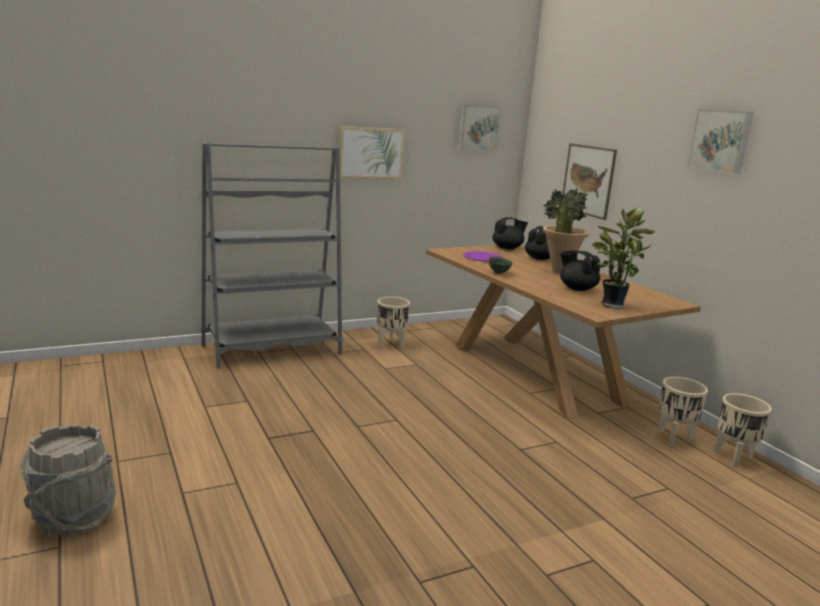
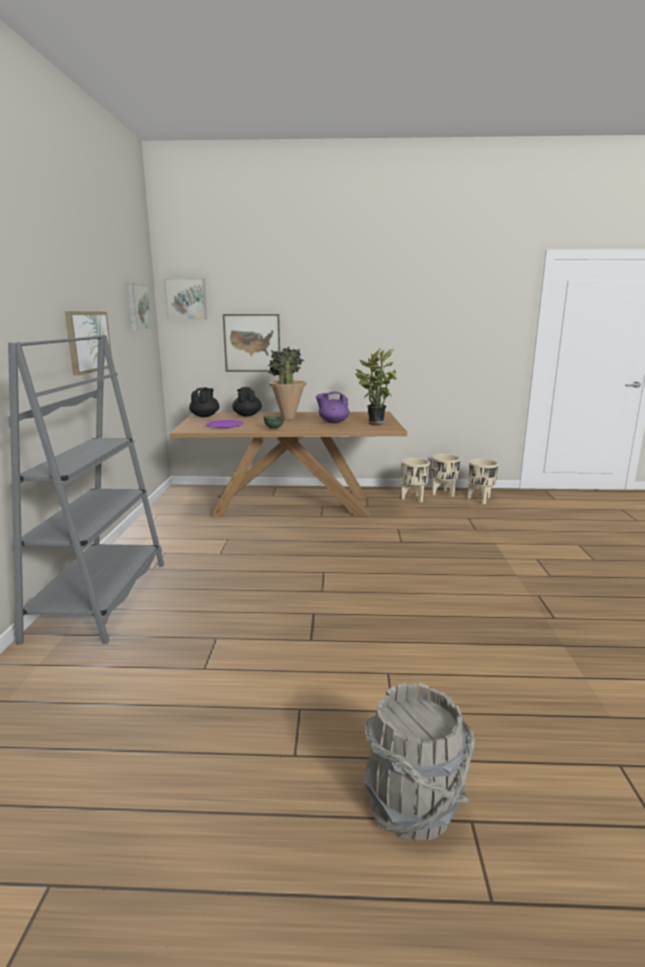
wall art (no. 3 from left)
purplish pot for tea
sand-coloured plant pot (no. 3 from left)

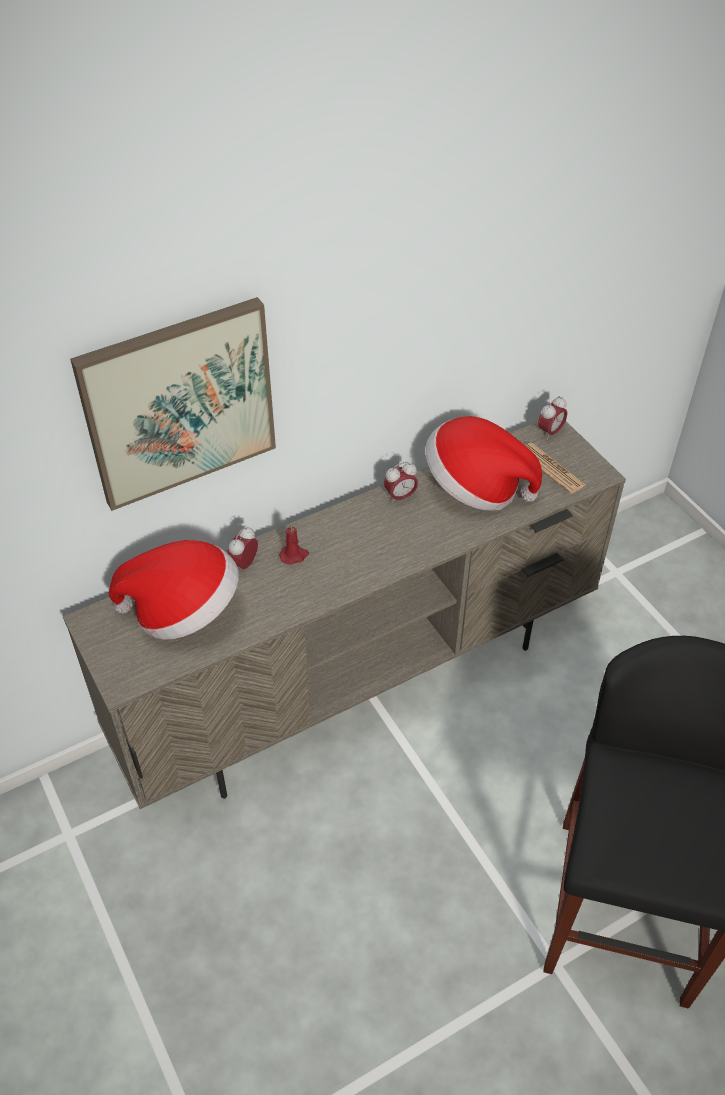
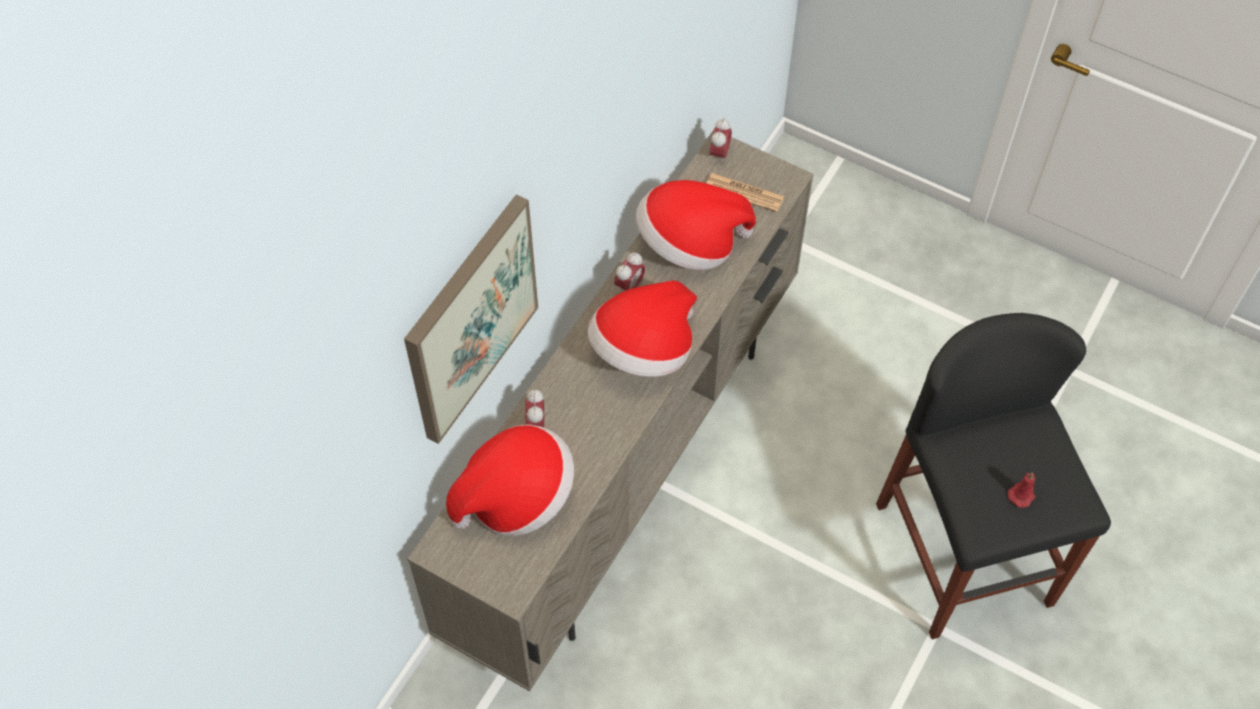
red candle
hat (no. 2 from left)

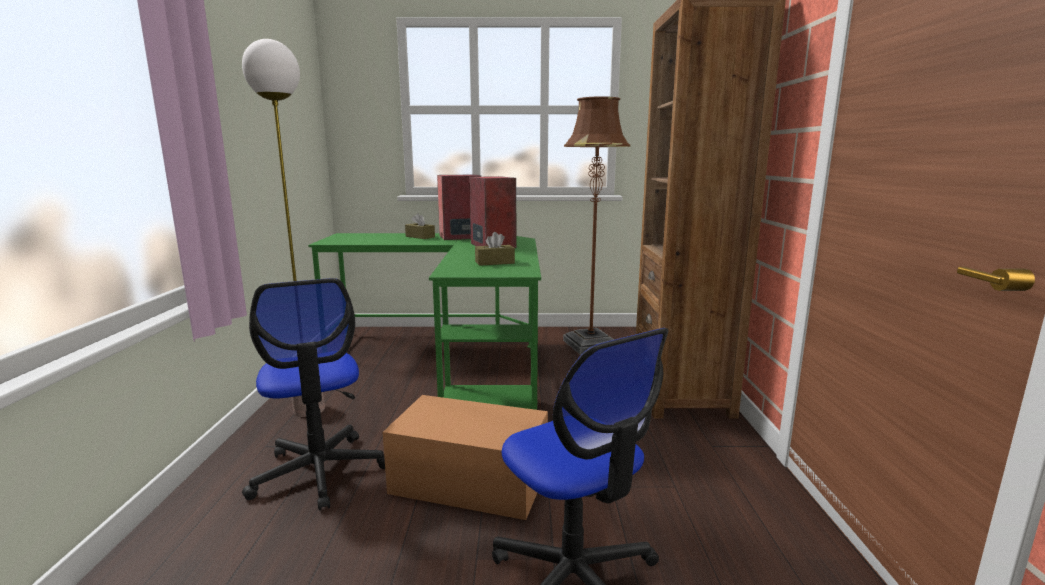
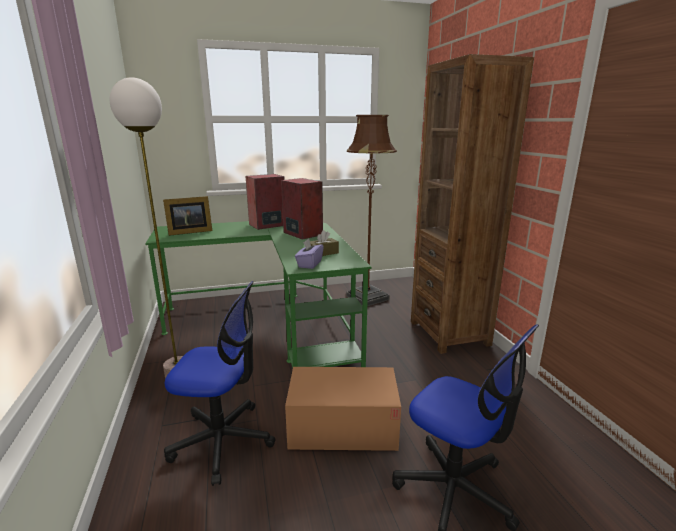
brownish tissue box (no. 1 from left in the first image)
computer chair (no. 1 from left)
photo frame
purplish tissue box

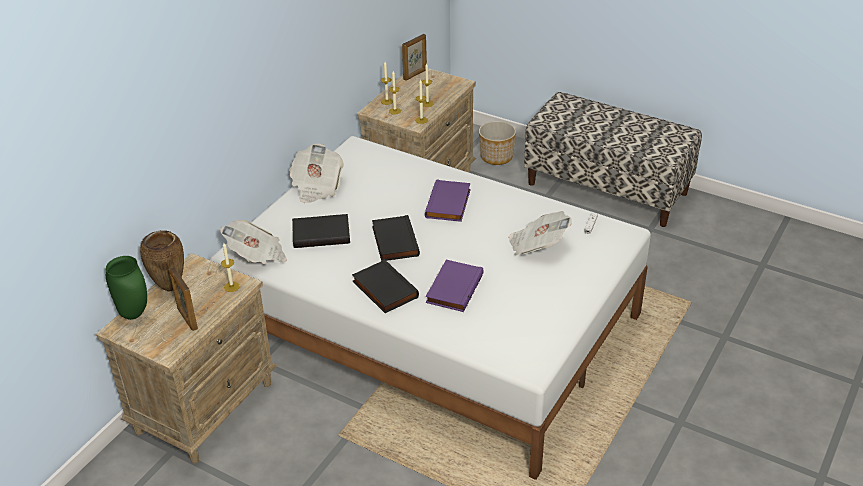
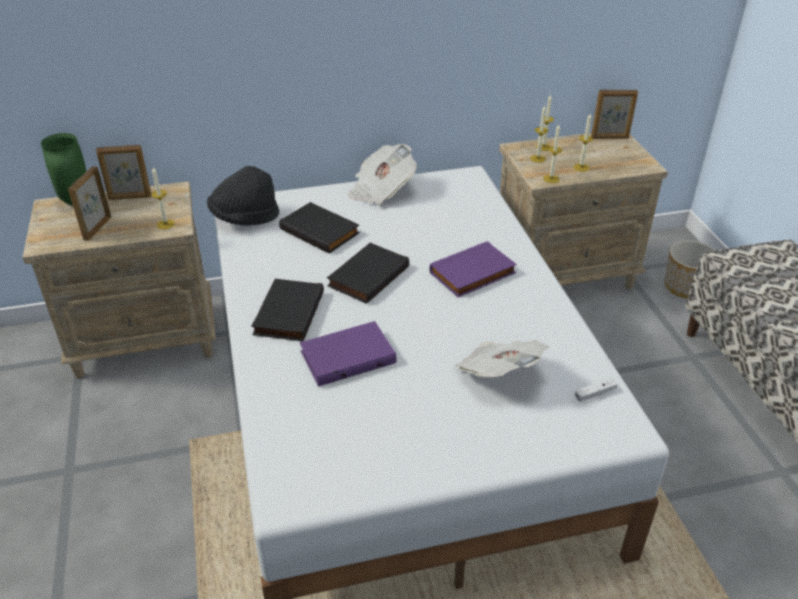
blackish hat
photo frame (no. 2 from left)

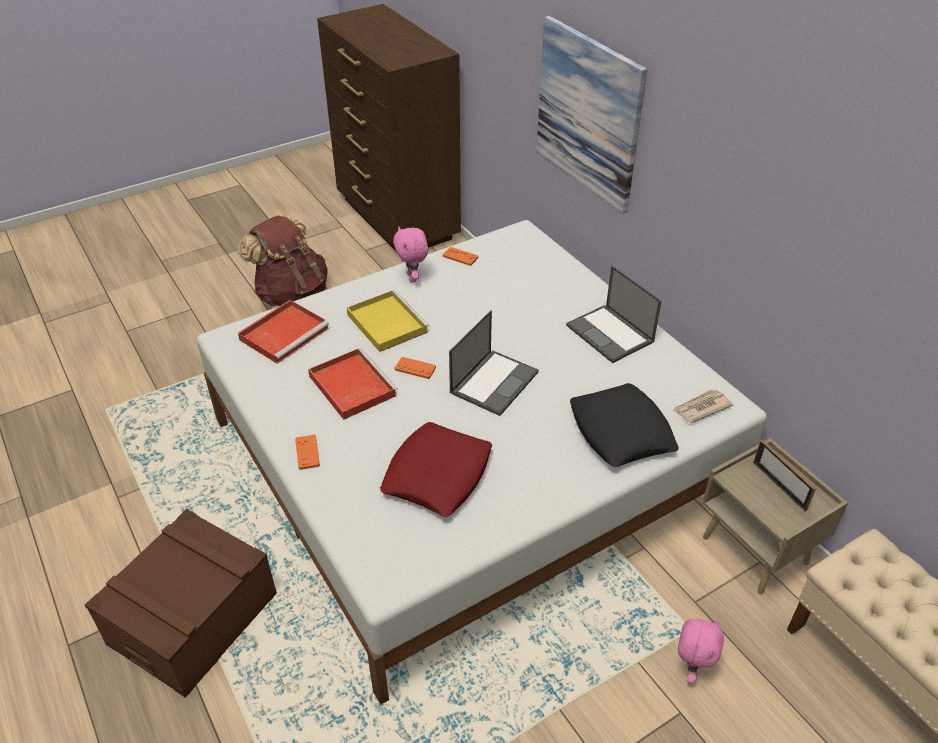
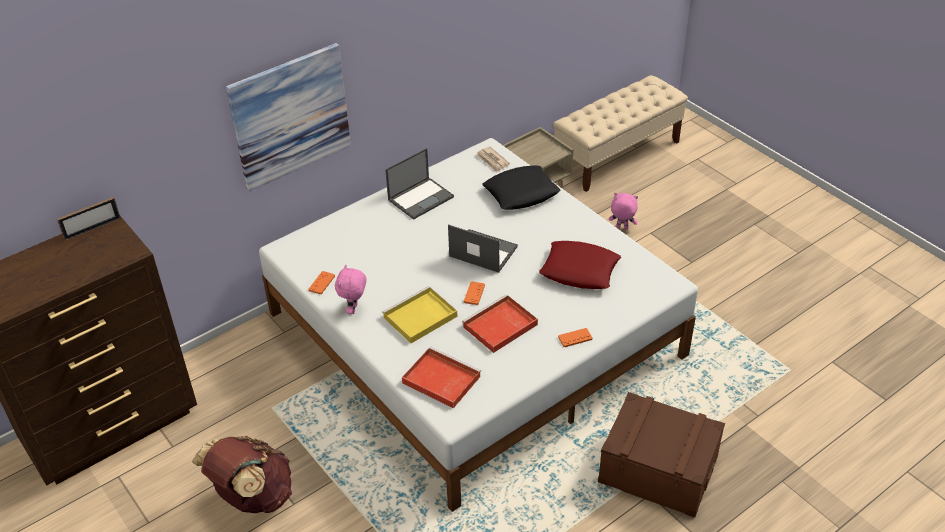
pink plush toy (no. 1 from left)
photo frame

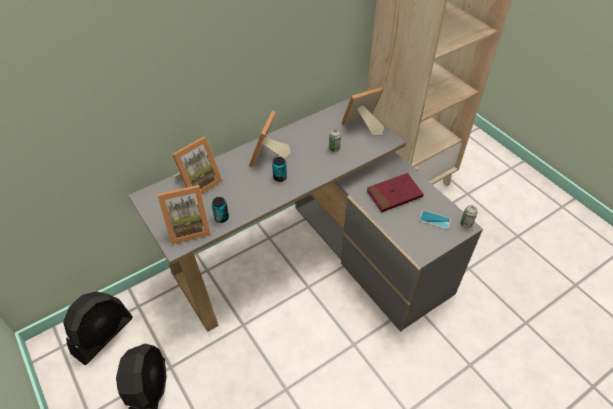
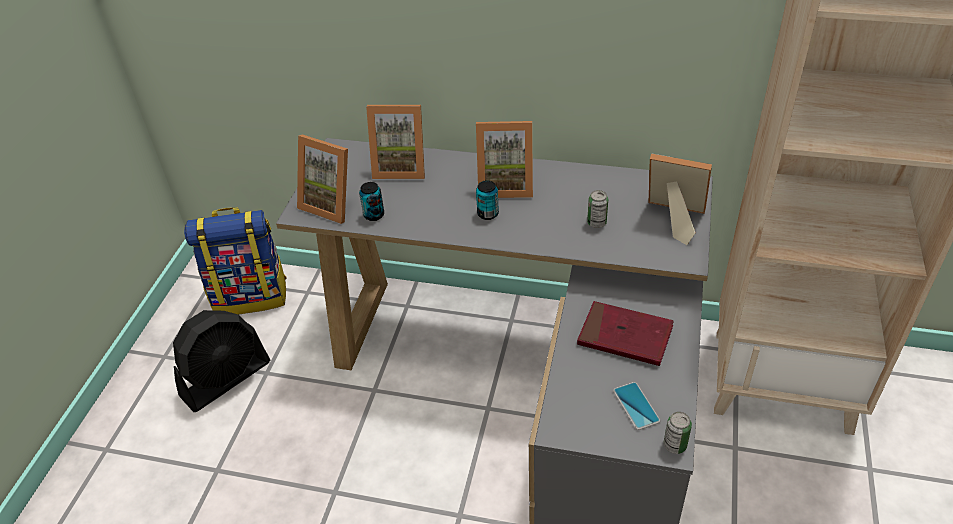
photo frame (no. 3 from left)
rucksack

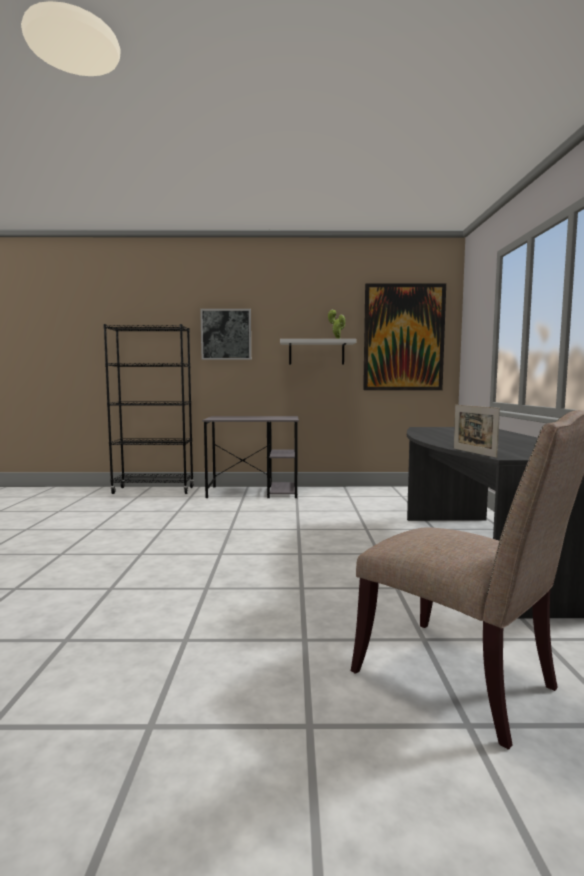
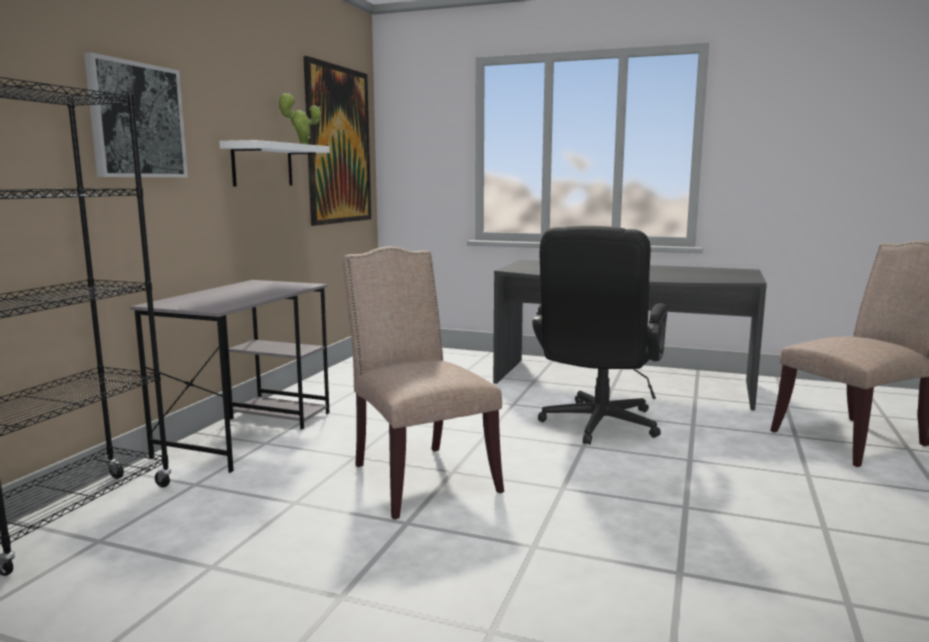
photo frame
blackish computer chair
sand-coloured chair (no. 1 from left)

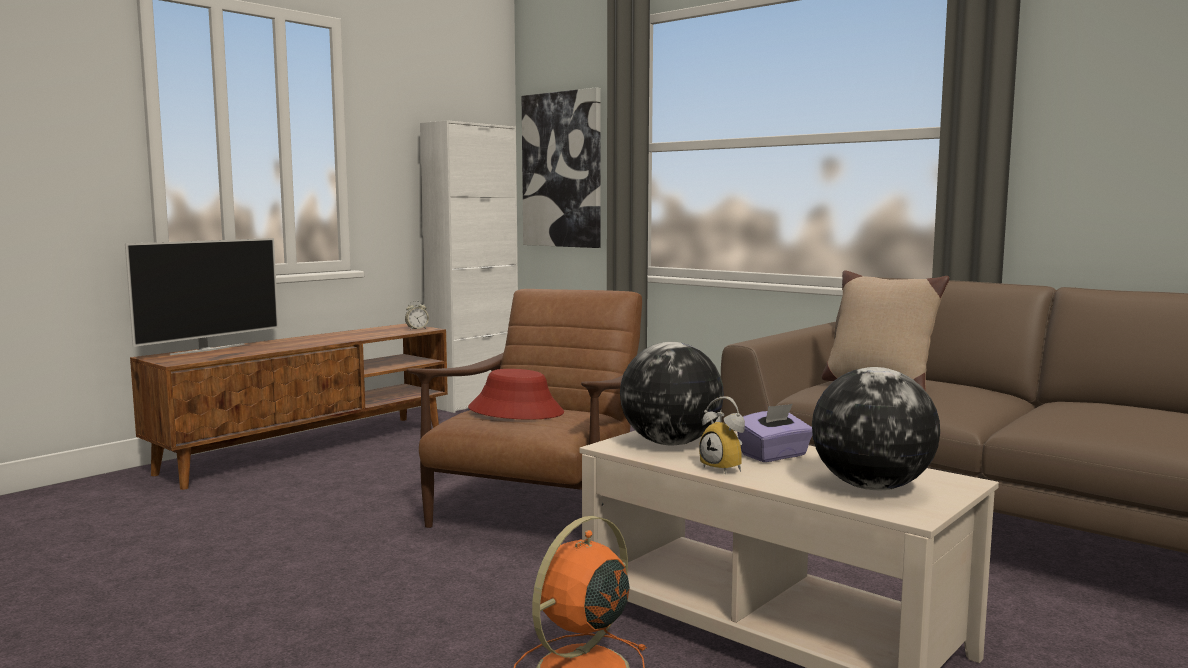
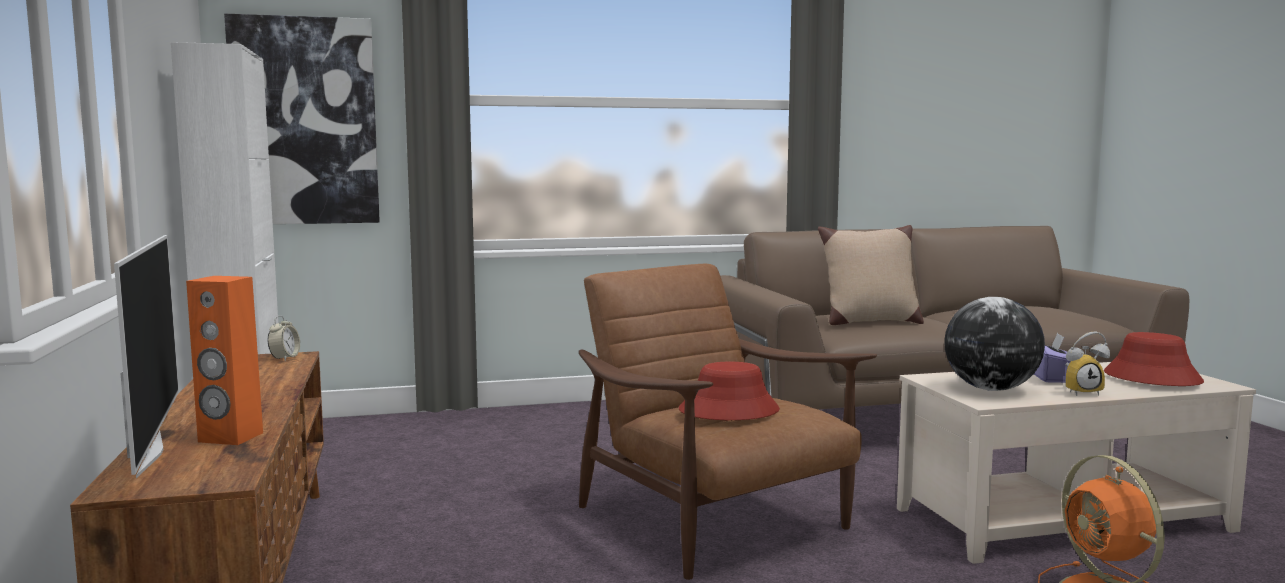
red hat (no. 2 from left)
orange audio speaker

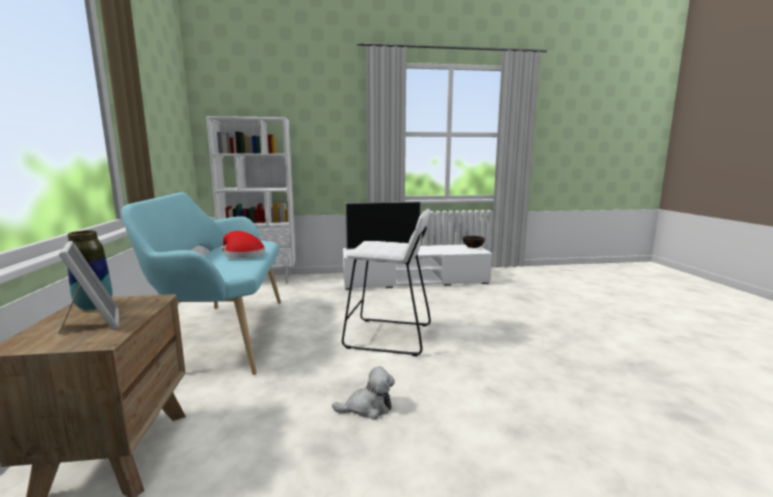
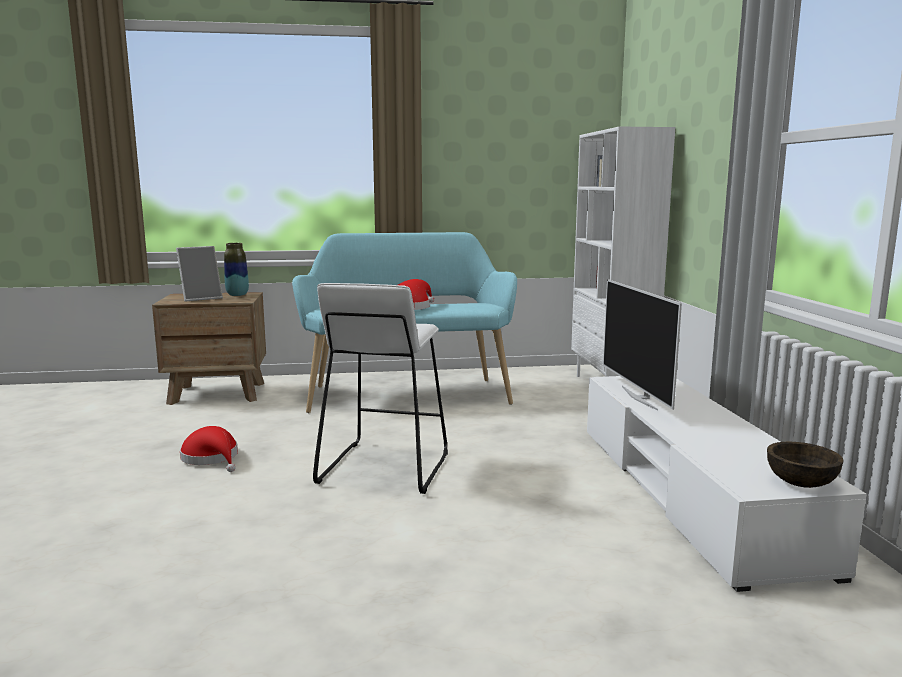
red hat (no. 1 from left)

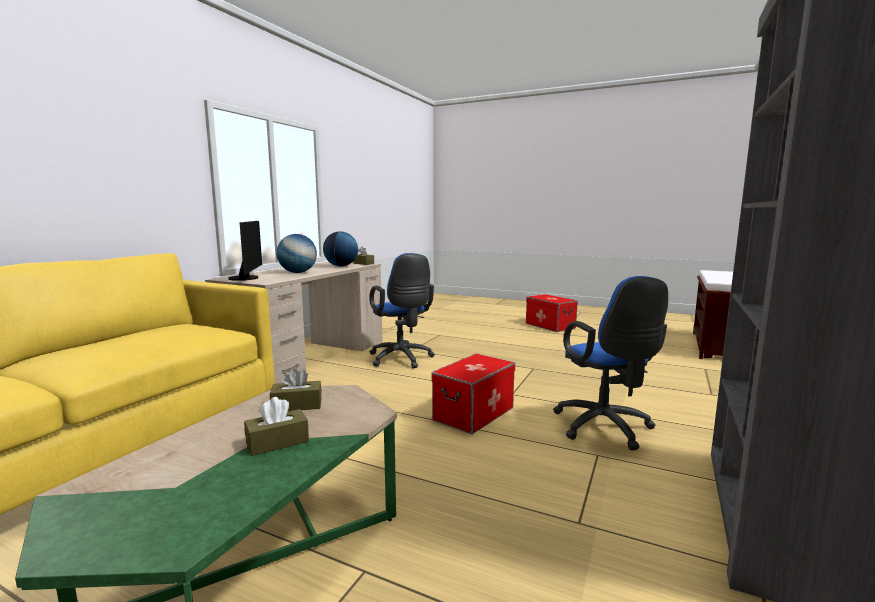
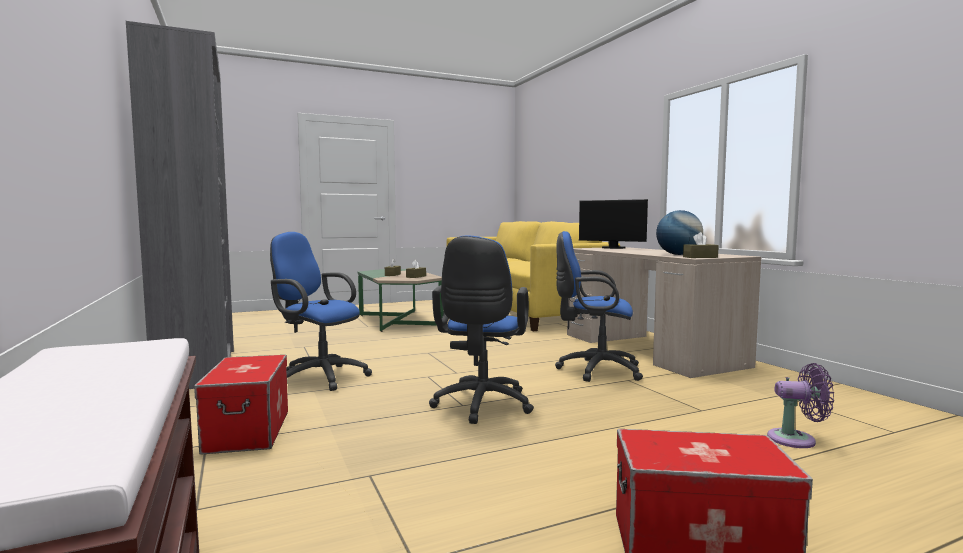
world globe (no. 1 from left in the first image)
storage box (no. 1 from left)
bluish computer chair (no. 2 from left)
purplish fan

